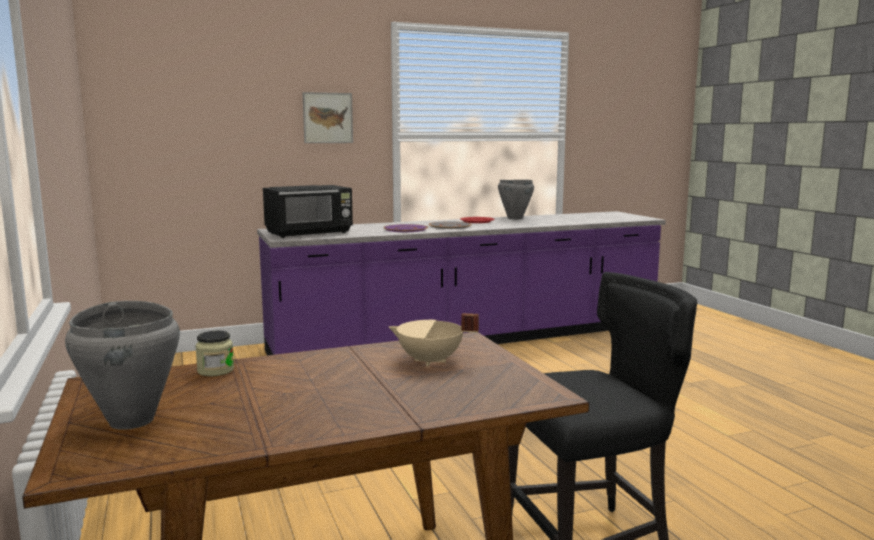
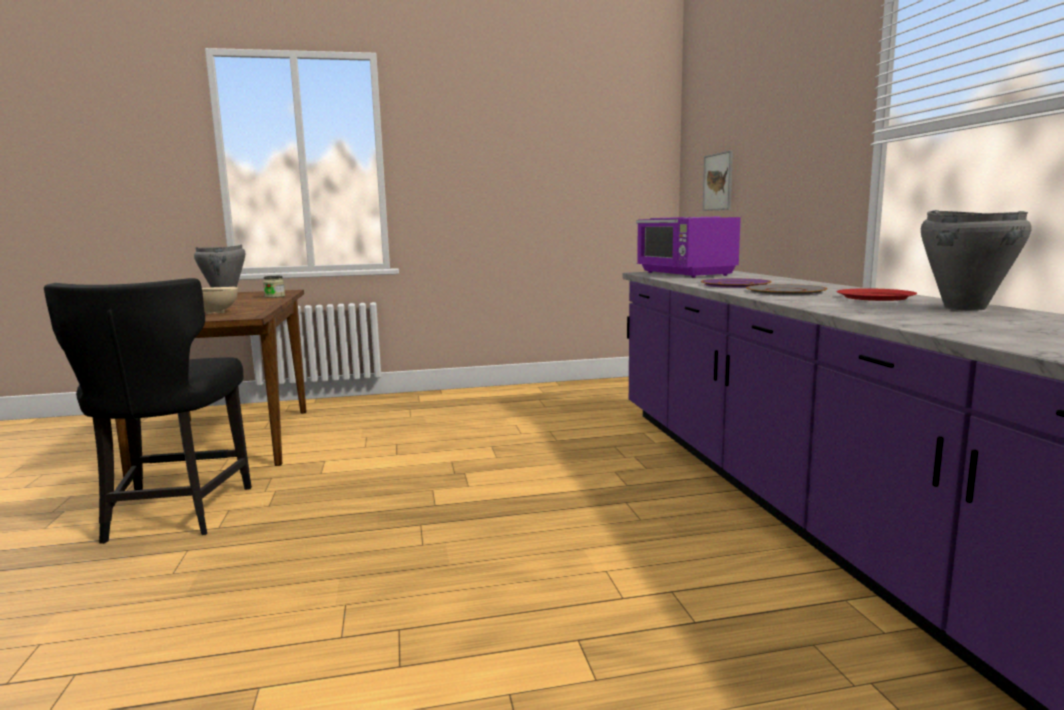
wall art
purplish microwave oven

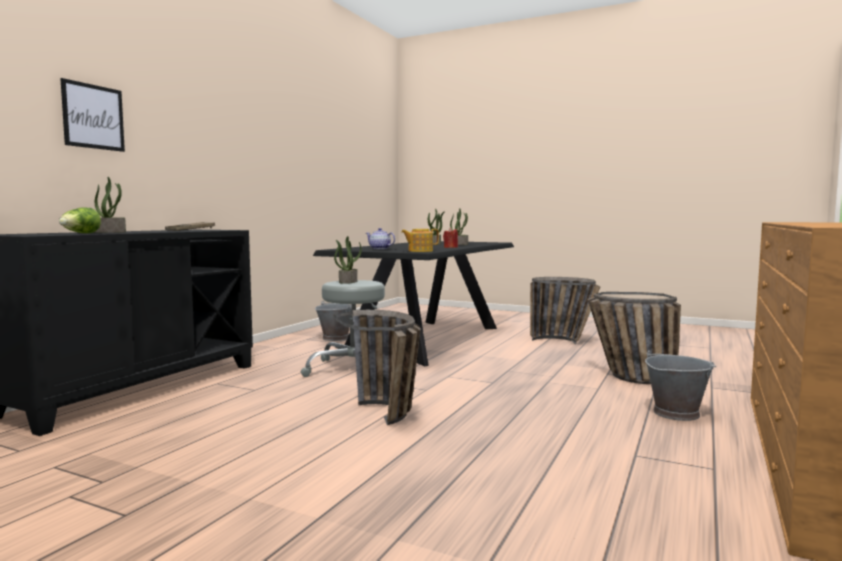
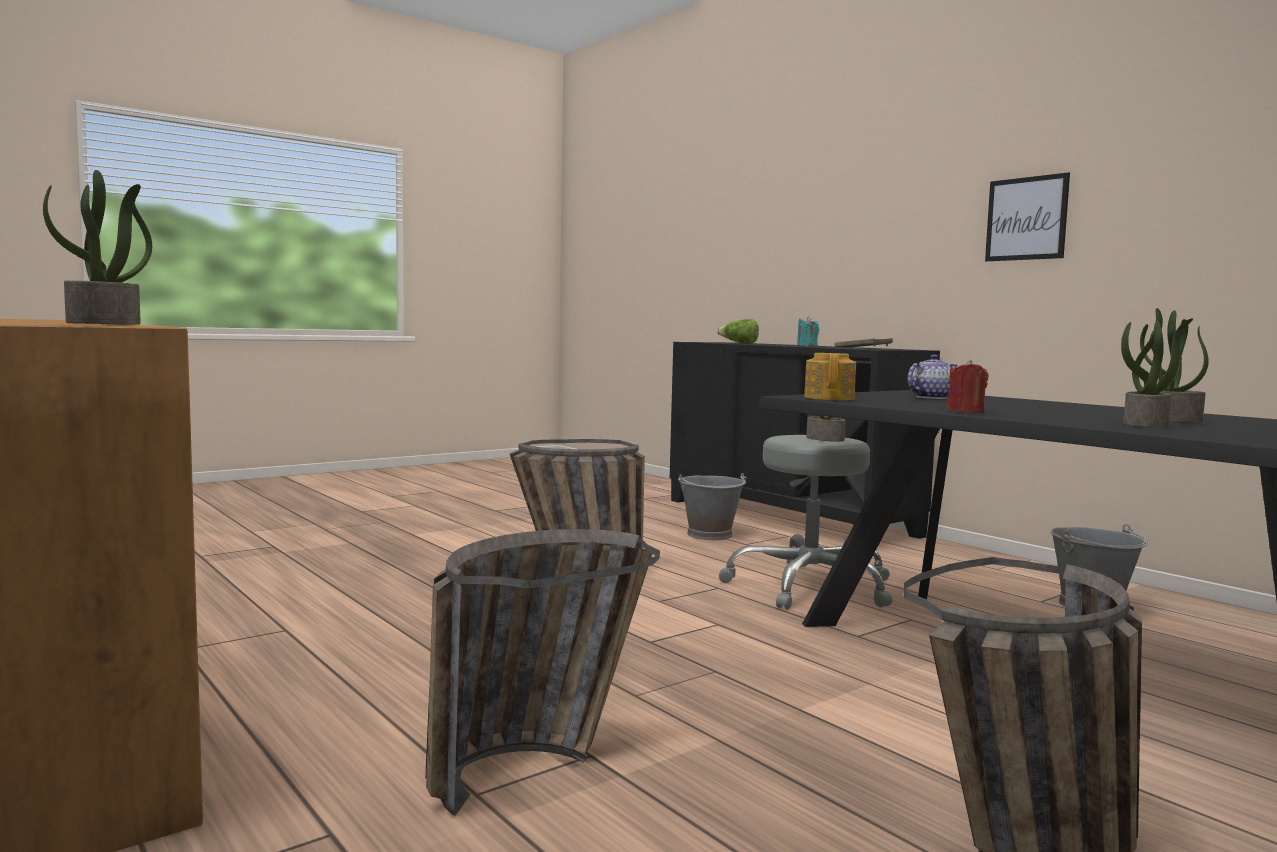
wall art
plant in a pot (no. 1 from left)
gray water bucket (no. 1 from left)
blue-green candle

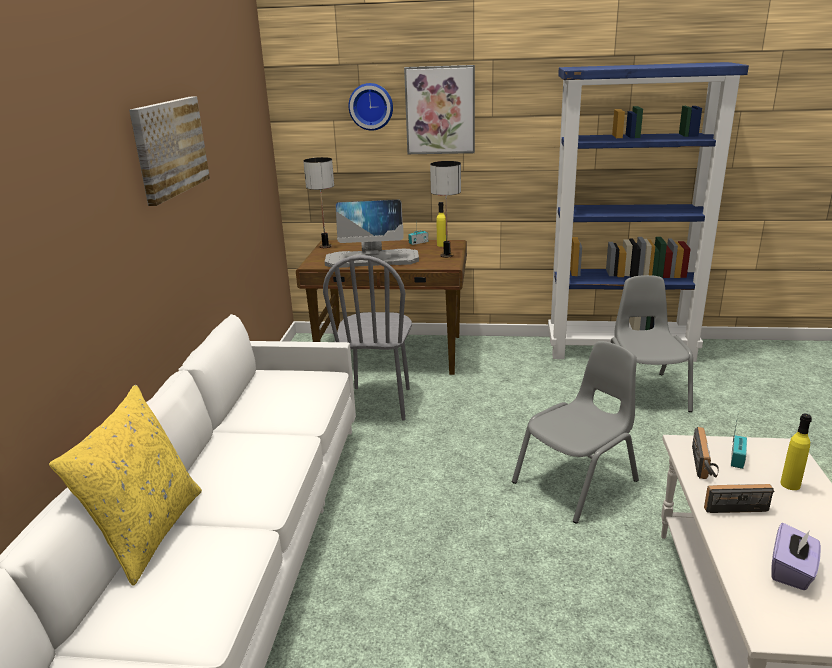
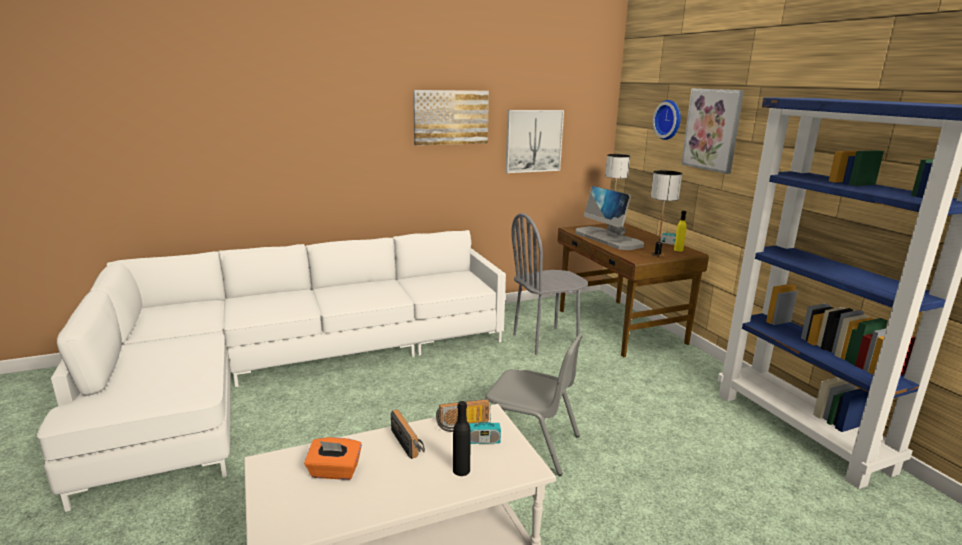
gray chair (no. 3 from left in the first image)
yellow-coloured pillow
blackish bottle
orange tissue box
wall art (no. 2 from left)

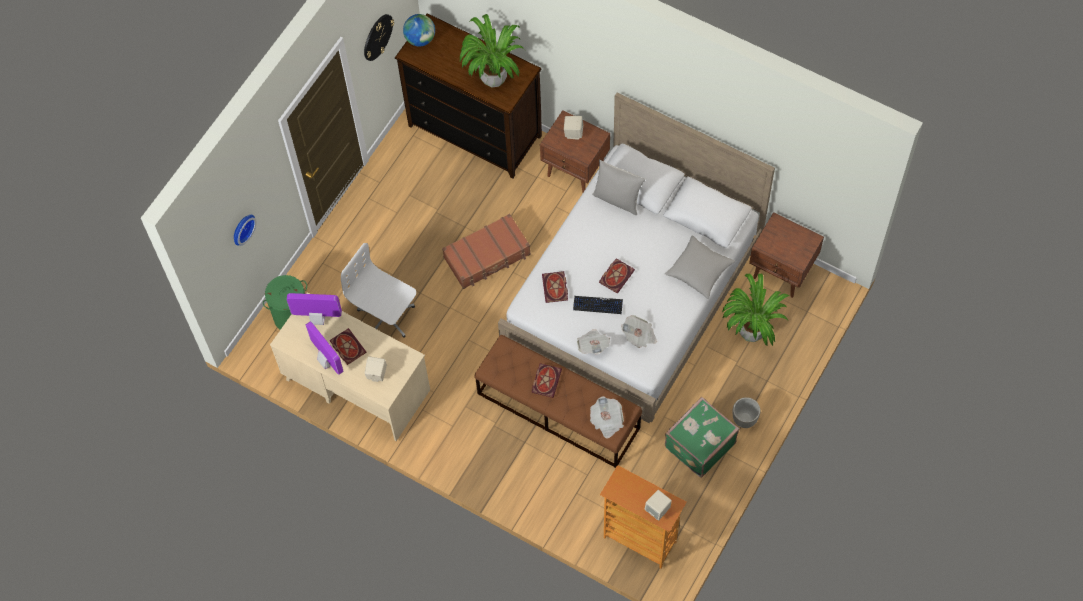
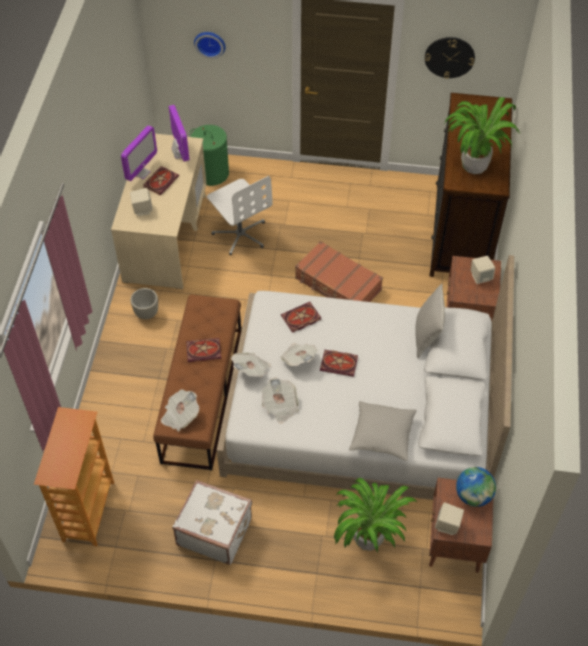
world globe
whitish computer chair
newspaper (no. 4 from left)
whitish suitcase
gray plant pot
sand-coloured audio speaker (no. 2 from left)

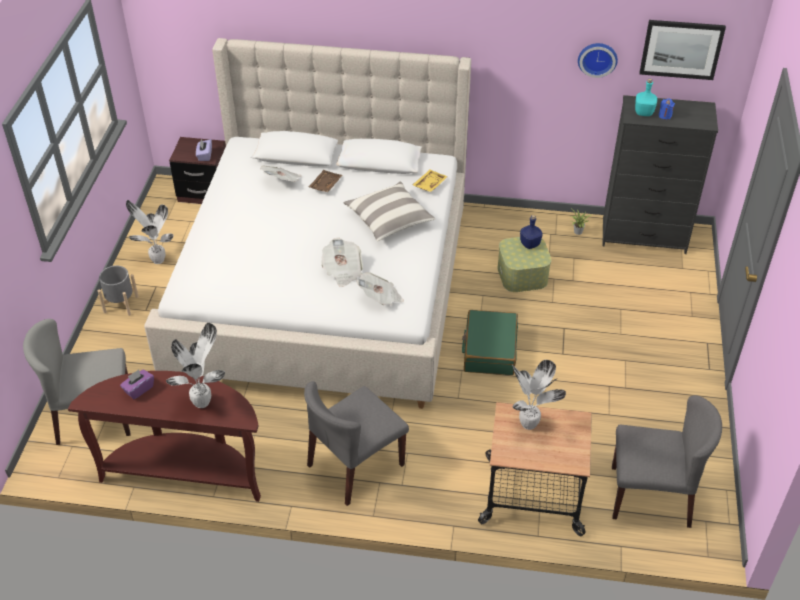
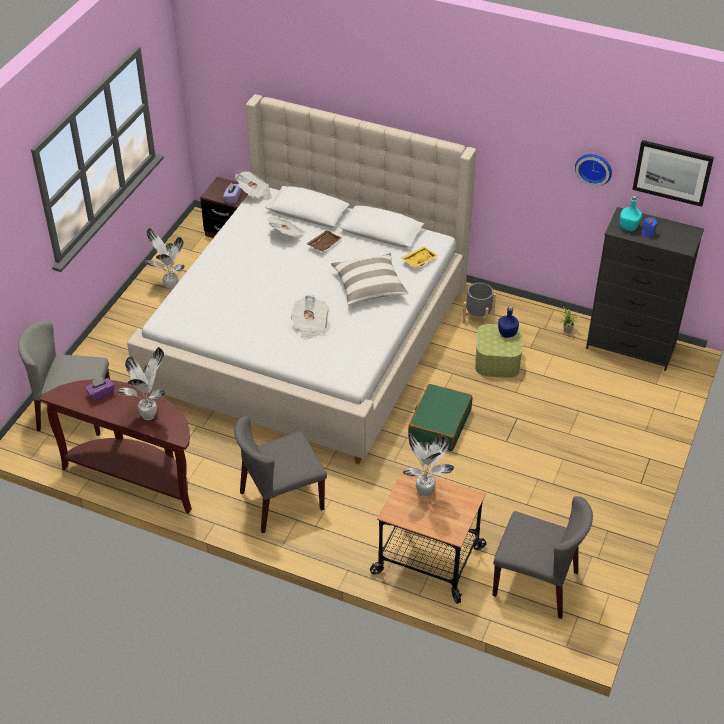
gray plant pot
newspaper (no. 1 from left)

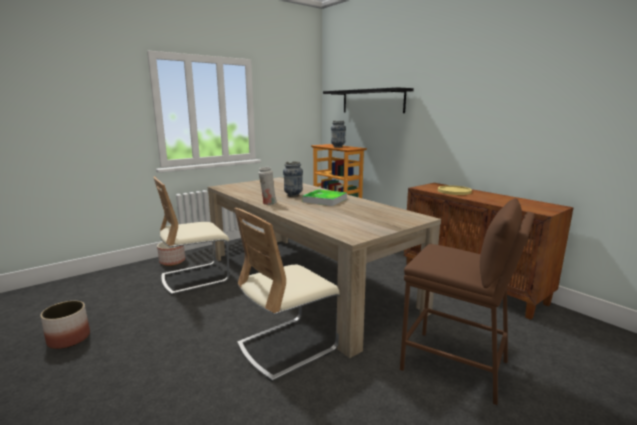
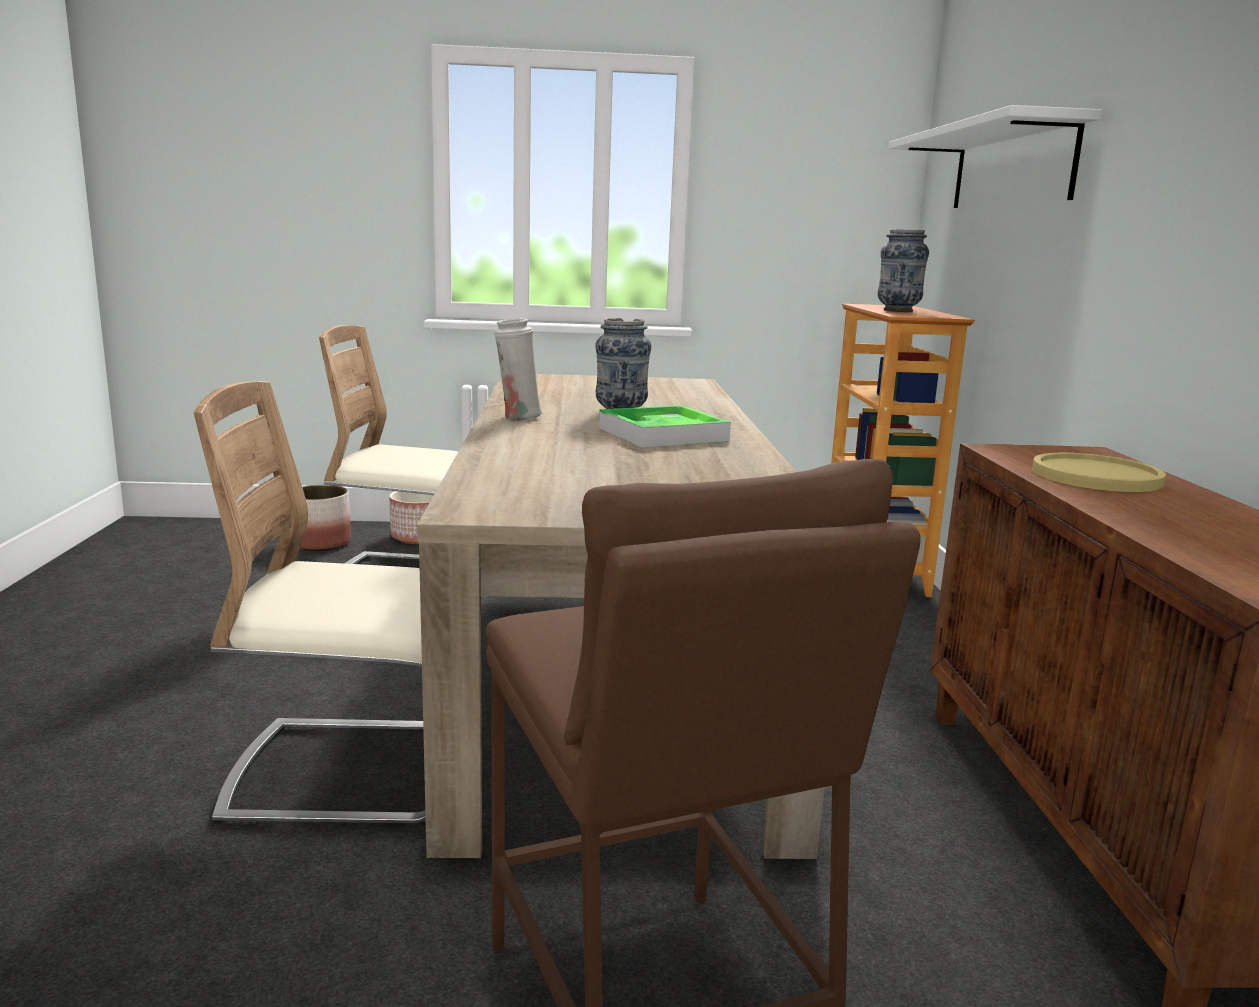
whitish shelf
plant pot (no. 1 from left)

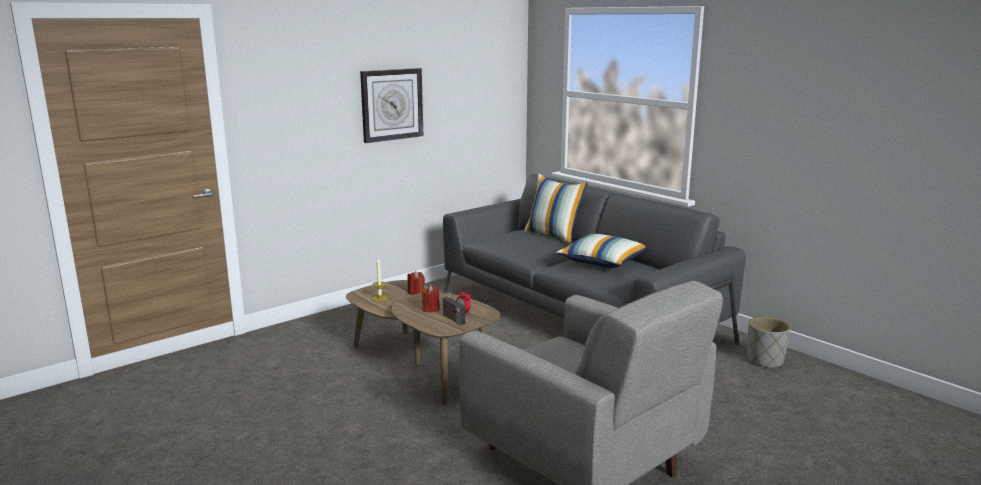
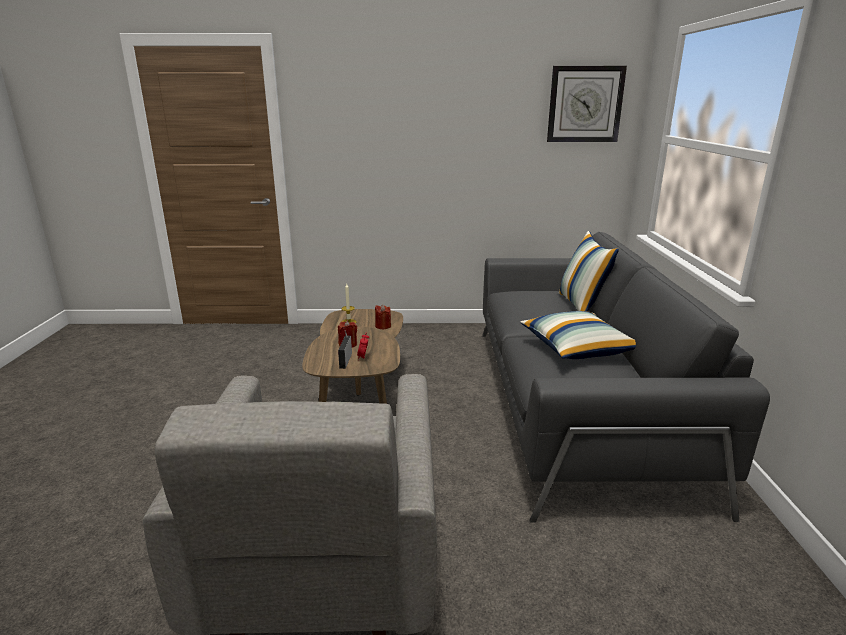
hanging clock
gray plant pot

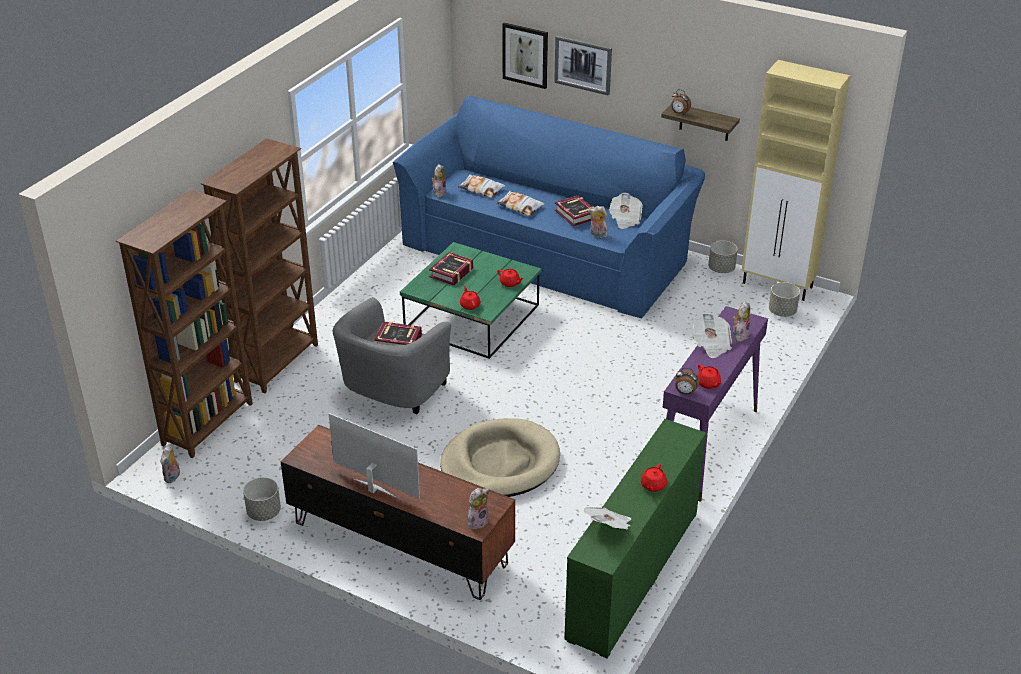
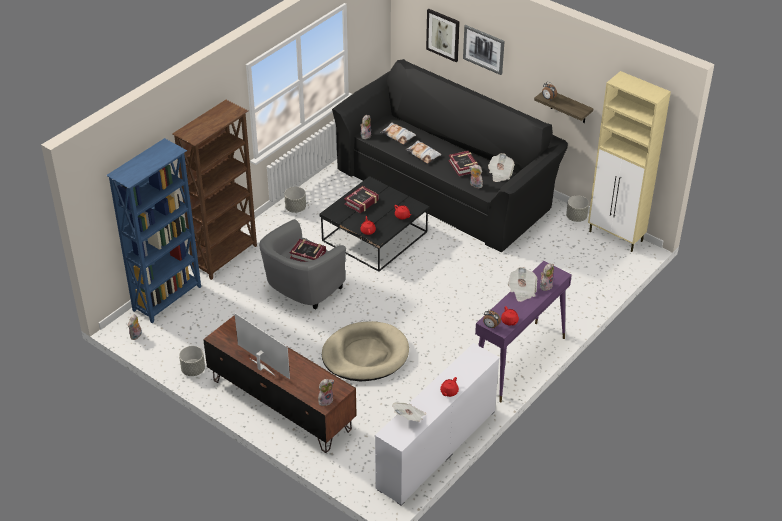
blackish couch
bluish bookshelf
blackish lounge table
gray plant pot (no. 2 from left)
whitish drawer chest

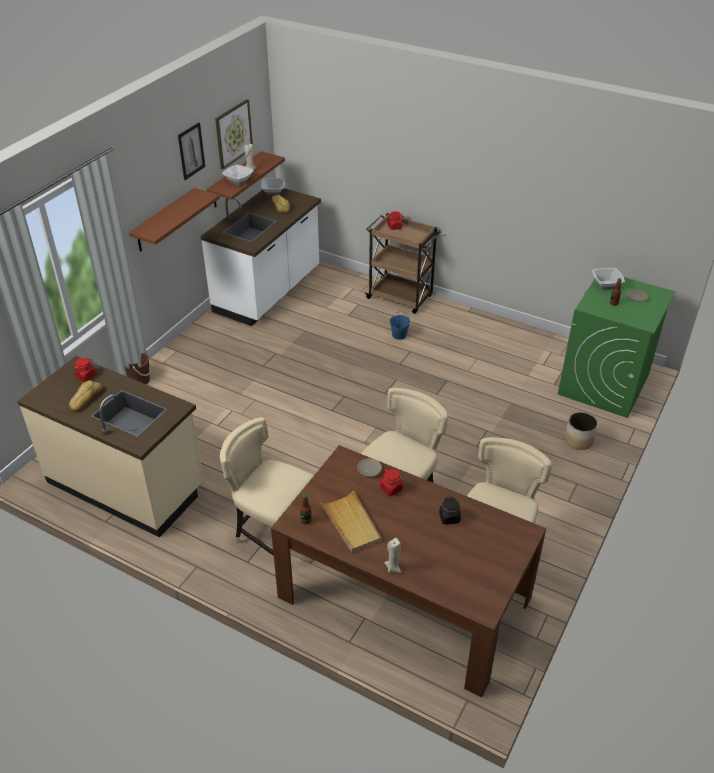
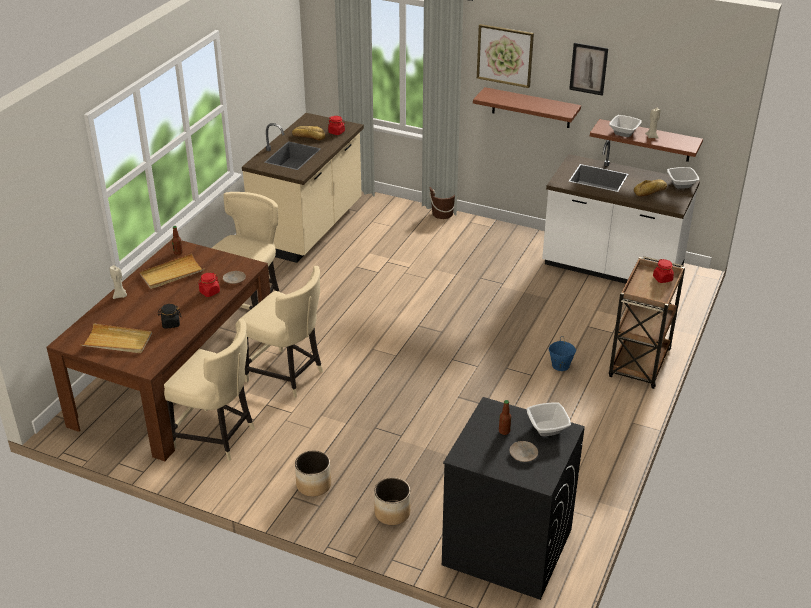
wall art (no. 1 from left)
blackish laundry machine
sand-coloured tray (no. 1 from left)
plant pot (no. 1 from left)

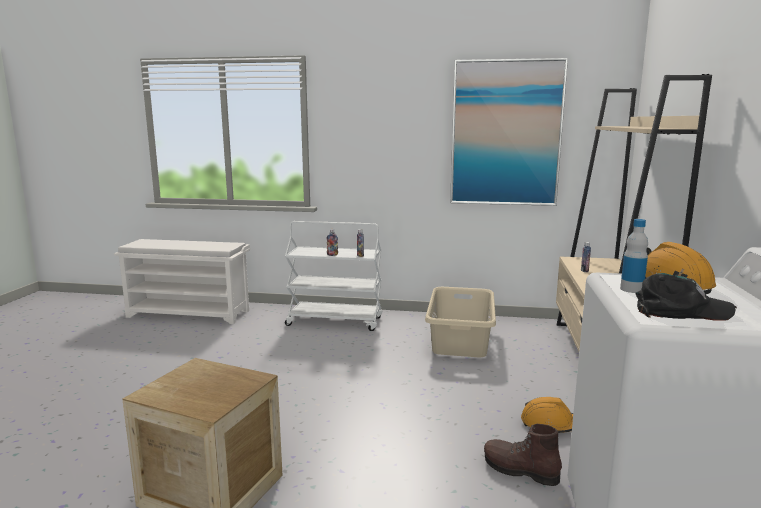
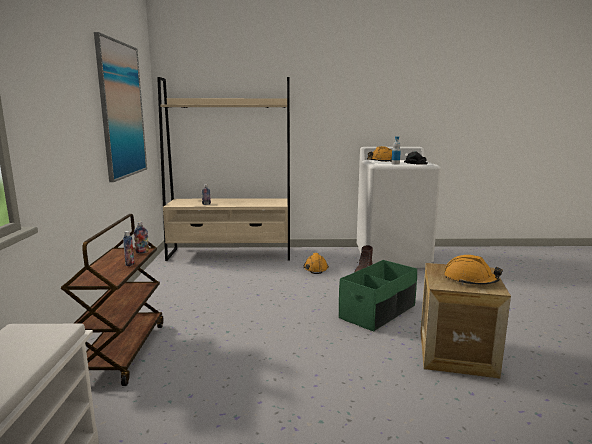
brownish trolley
sand-coloured hamper
orange work helmet (no. 3 from left)
green storage box

